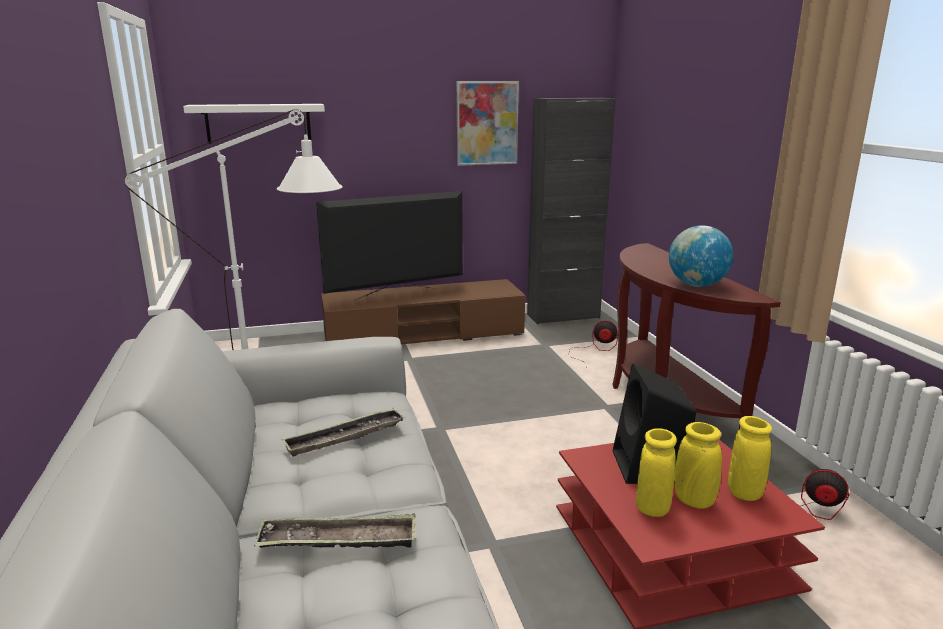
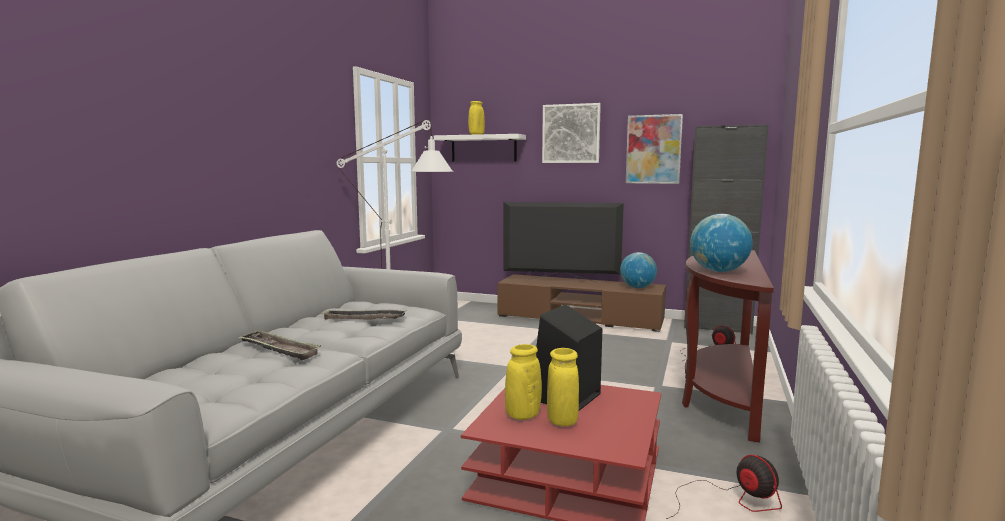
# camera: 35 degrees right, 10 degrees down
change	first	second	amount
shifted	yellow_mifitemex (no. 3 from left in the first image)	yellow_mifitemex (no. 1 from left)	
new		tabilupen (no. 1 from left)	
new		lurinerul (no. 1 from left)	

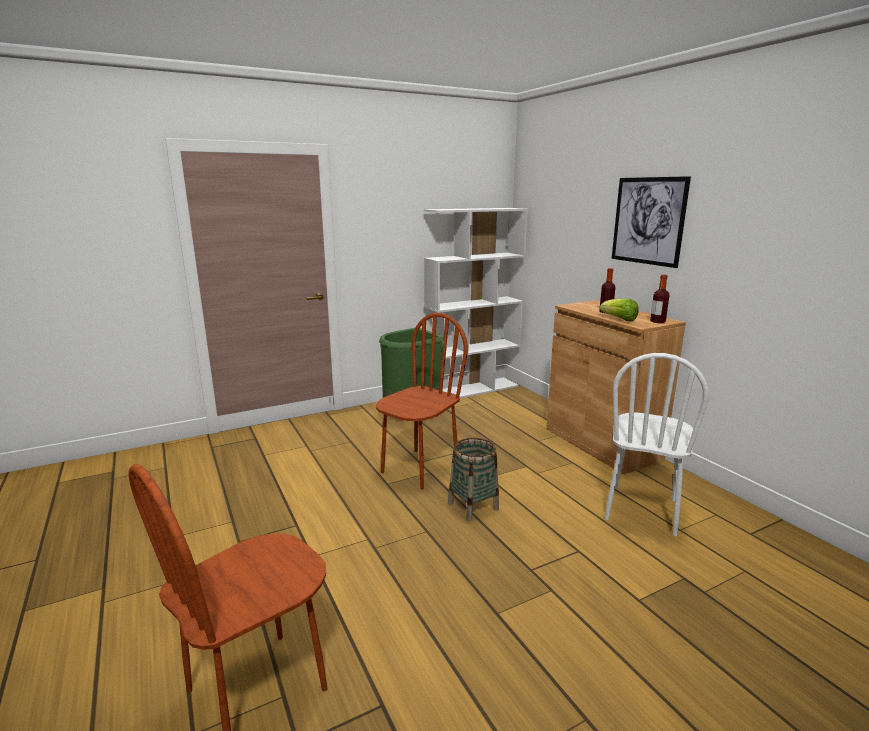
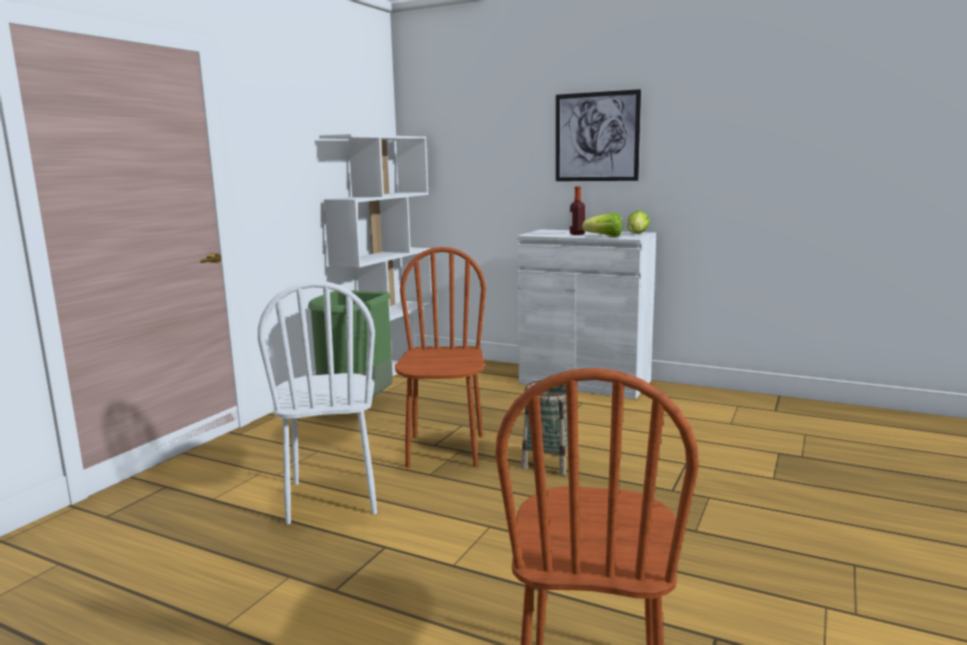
# camera: 35 degrees left, 5 degrees down
change	first	second	amount
repainted	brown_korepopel	white_korepopel	
shifted	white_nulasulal		
swapped	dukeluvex (no. 2 from left)	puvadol (no. 2 from left)	

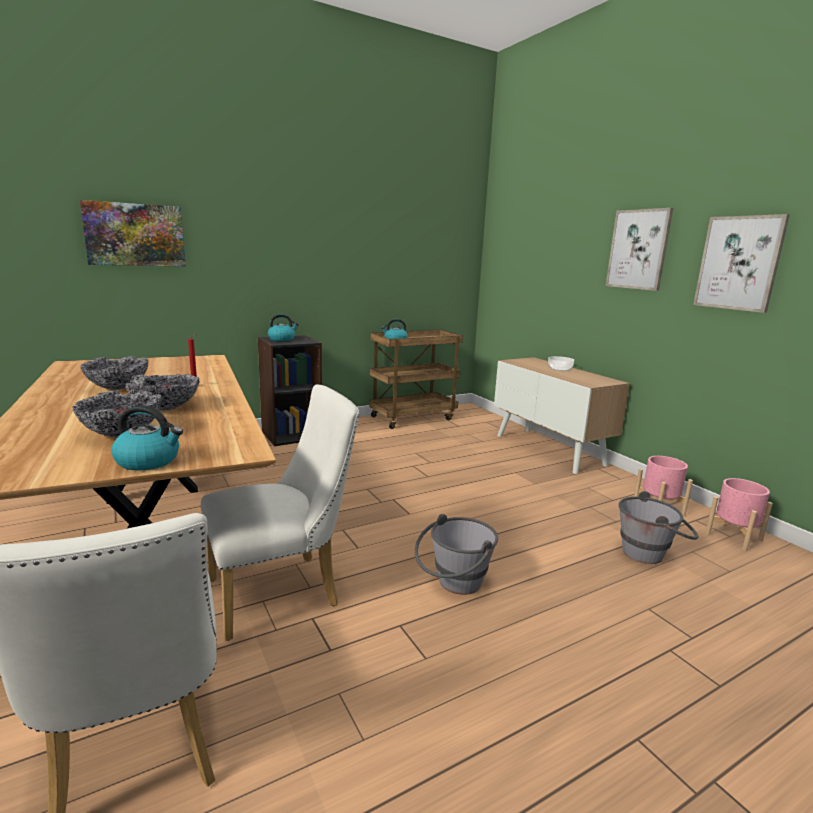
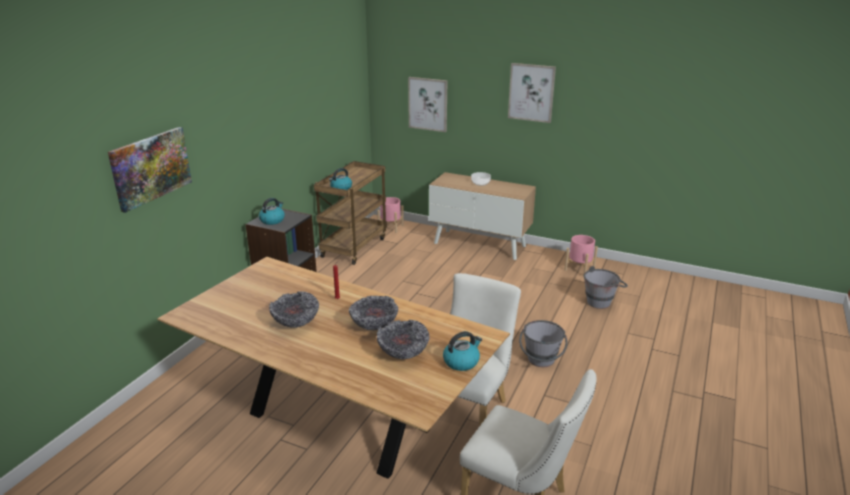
# camera: 35 degrees left, 10 degrees up
change	first	second	amount
shifted	tabilupen (no. 3 from left in the first image)	tabilupen (no. 2 from left)	
shifted	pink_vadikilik (no. 2 from left in the first image)	pink_vadikilik (no. 1 from left)	

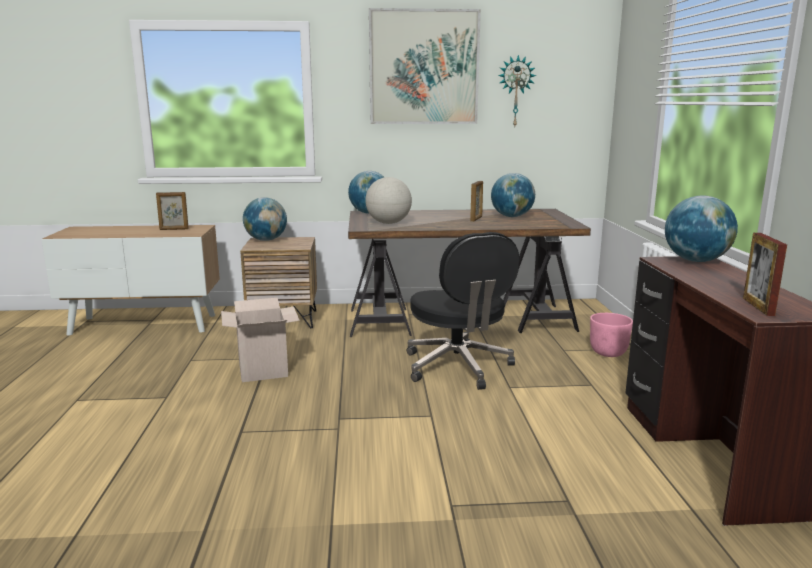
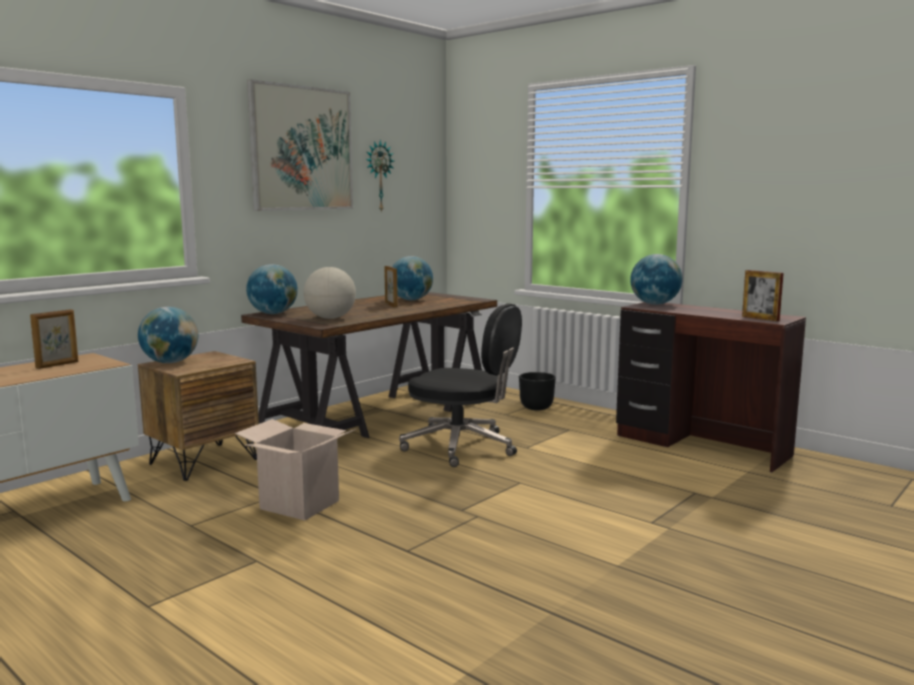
# camera: 45 degrees left, 5 degrees down
change	first	second	amount
repainted	pink_vadikilik	black_vadikilik	

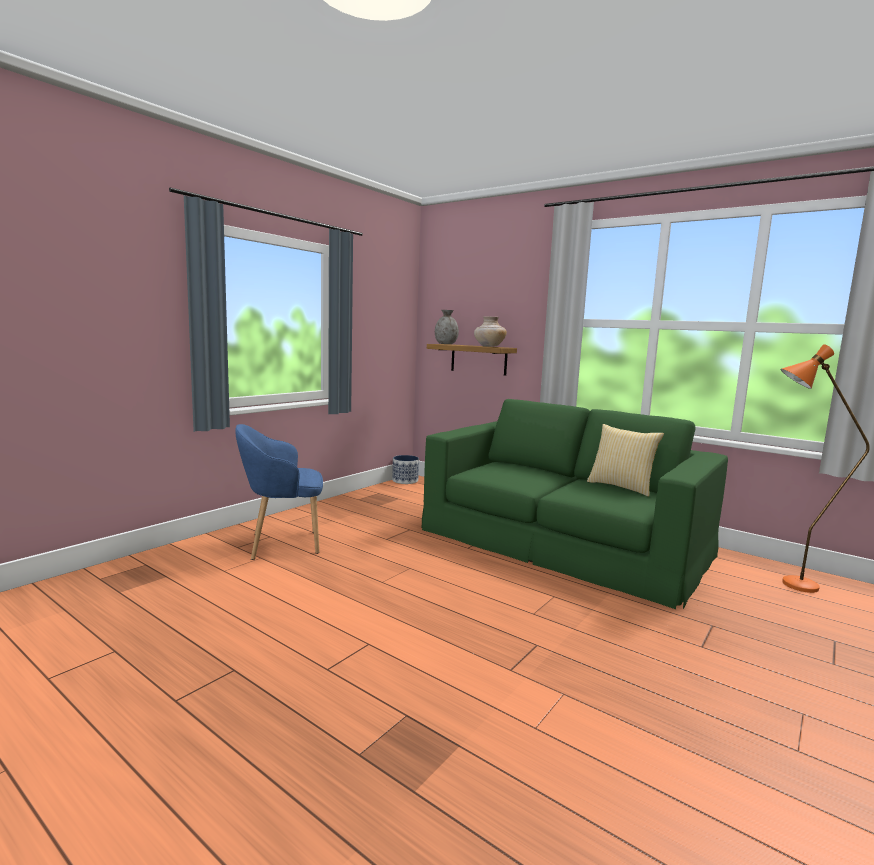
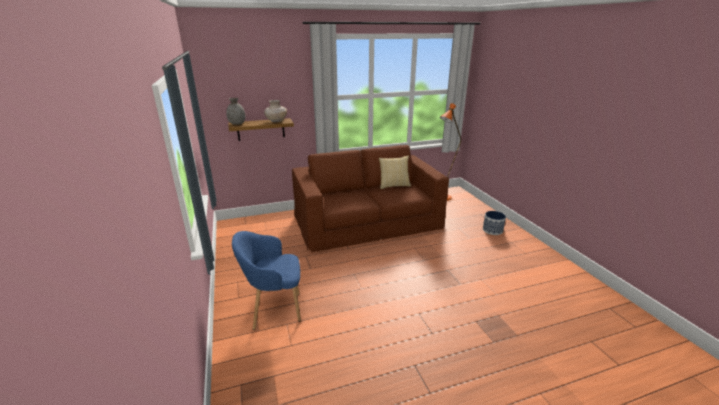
# camera: 55 degrees left, 15 degrees up
change	first	second	amount
rotated	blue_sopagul		60 degrees clockwise
shifted	vadikilik		
repainted	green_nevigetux	brown_nevigetux	

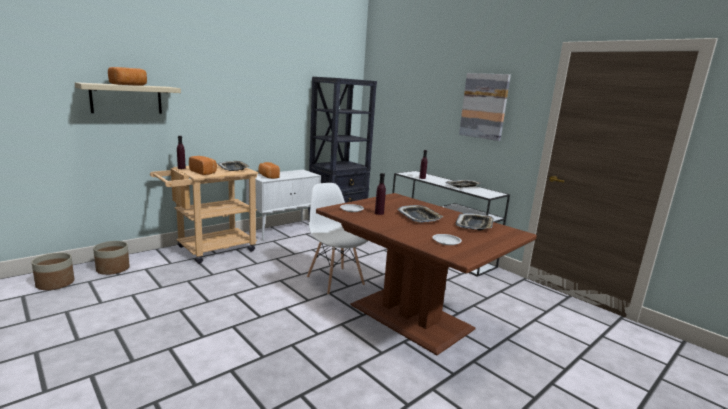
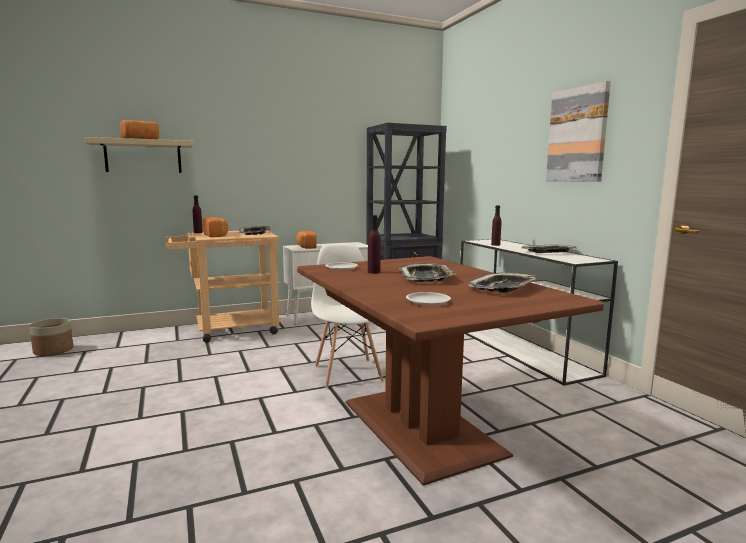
# camera: 20 degrees right, 5 degrees down
change	first	second	amount
gone	vadikilik (no. 2 from left)		

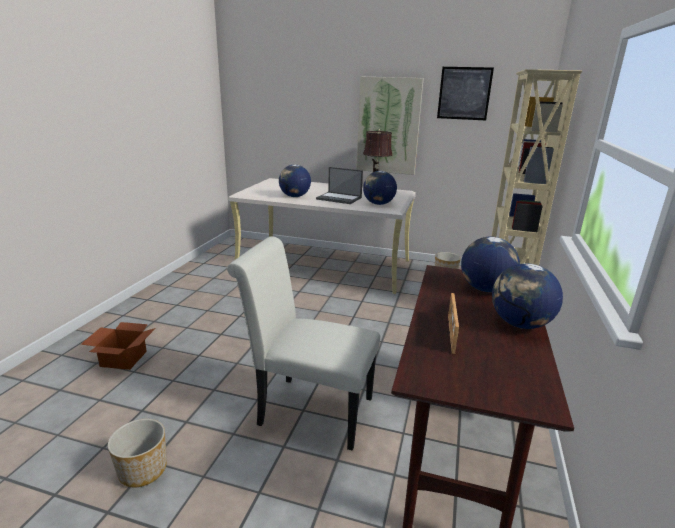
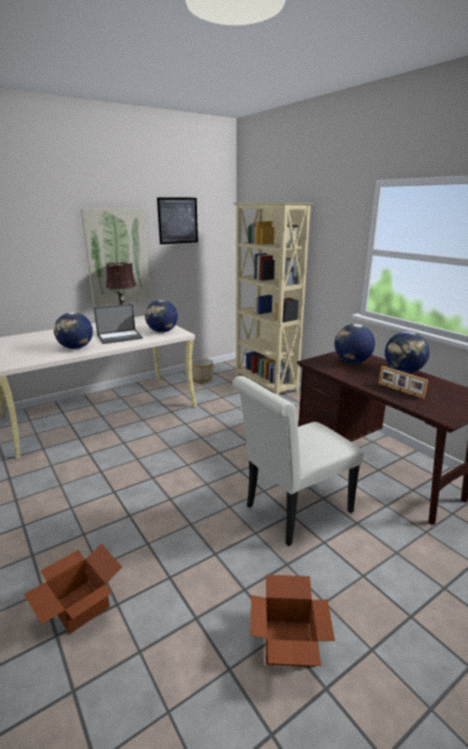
# camera: 50 degrees left, 0 degrees up
change	first	second	amount
swapped	vadikilik (no. 1 from left)	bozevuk (no. 2 from left)	

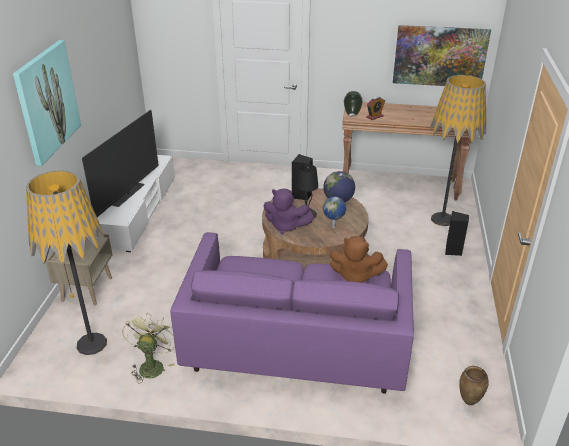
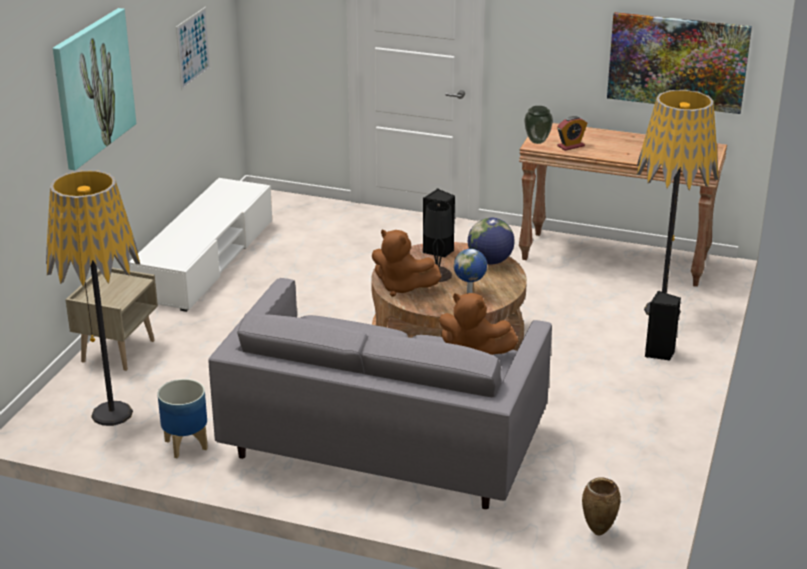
# camera: 10 degrees right, 5 degrees down
change	first	second	amount
gone	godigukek		
swapped	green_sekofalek	vadikilik	
repainted	purple_nevigetux	grey_nevigetux	
repainted	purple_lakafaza	brown_lakafaza (no. 1 from left)	
new		tabilupen (no. 2 from left)	

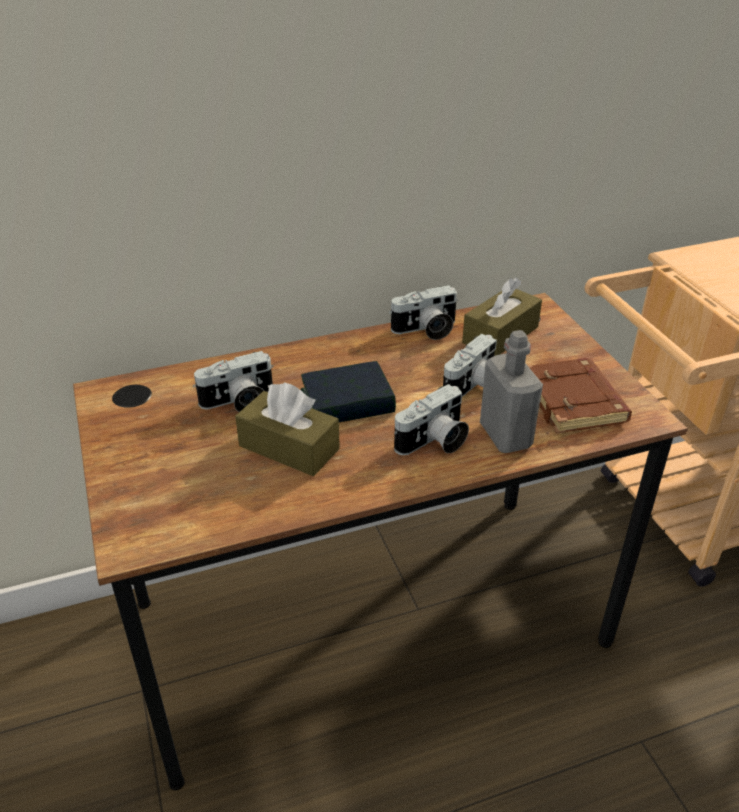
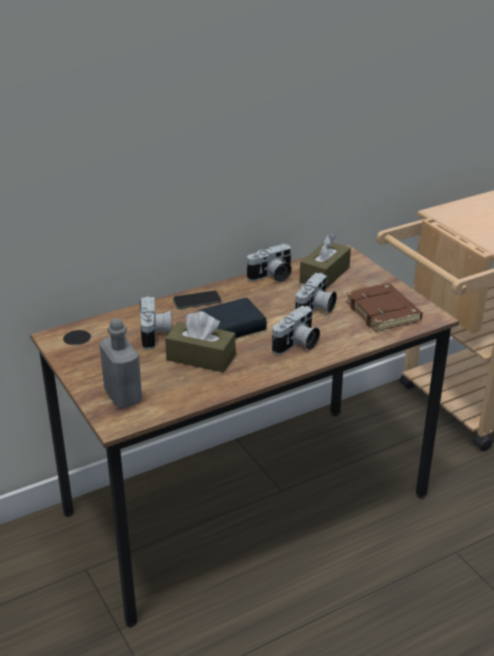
# camera: 10 degrees left, 5 degrees down
change	first	second	amount
rotated	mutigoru (no. 1 from left)		60 degrees counterclockwise
shifted	grey_dukeluvex		
new		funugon	

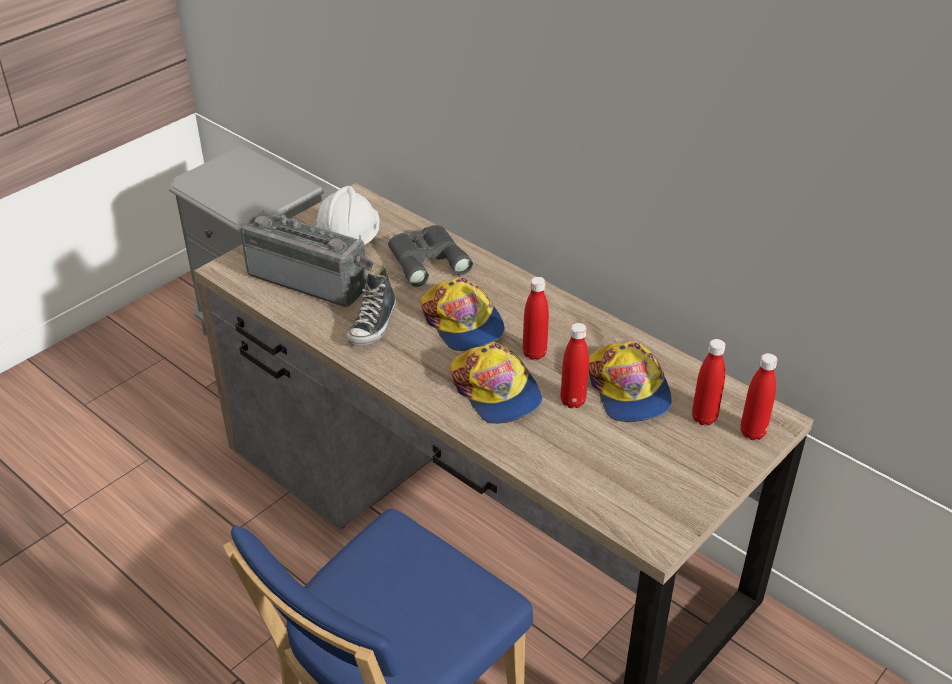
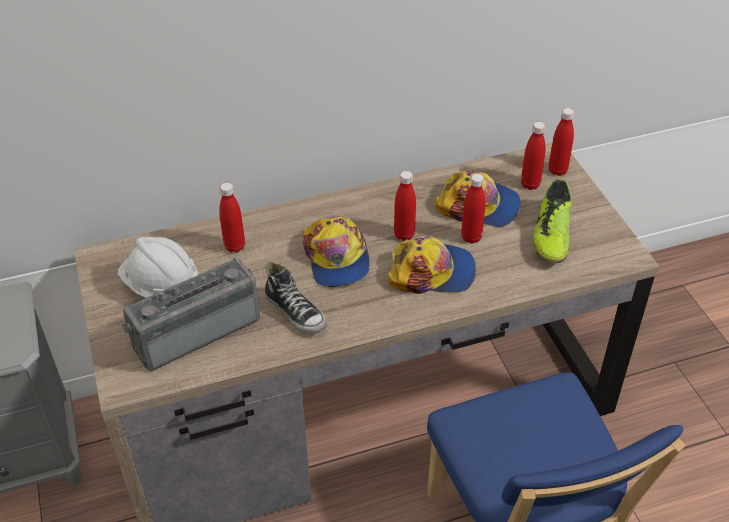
# camera: 60 degrees left, 5 degrees up
change	first	second	amount
swapped	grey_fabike	red_dukeluvex (no. 1 from left)	
rotated	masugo (no. 1 from left)		75 degrees clockwise
new		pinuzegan (no. 2 from left)	

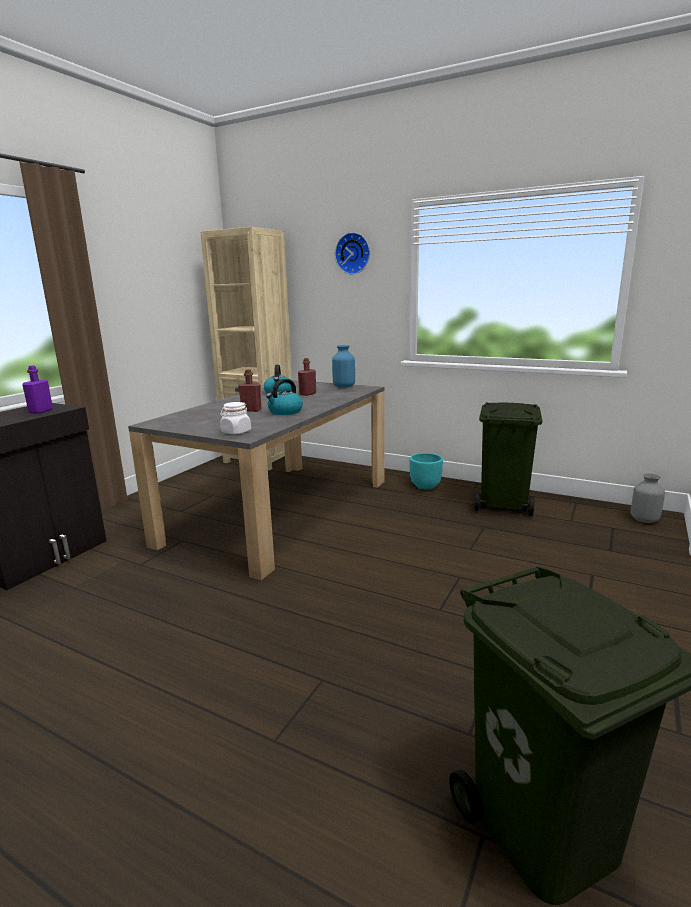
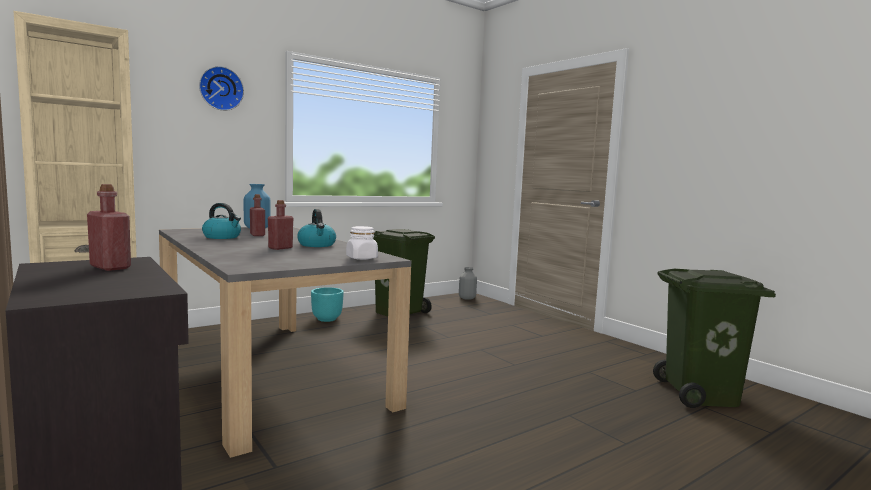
# camera: 65 degrees left, 10 degrees down
change	first	second	amount
repainted	purple_dukeluvex	red_dukeluvex (no. 1 from left)	

